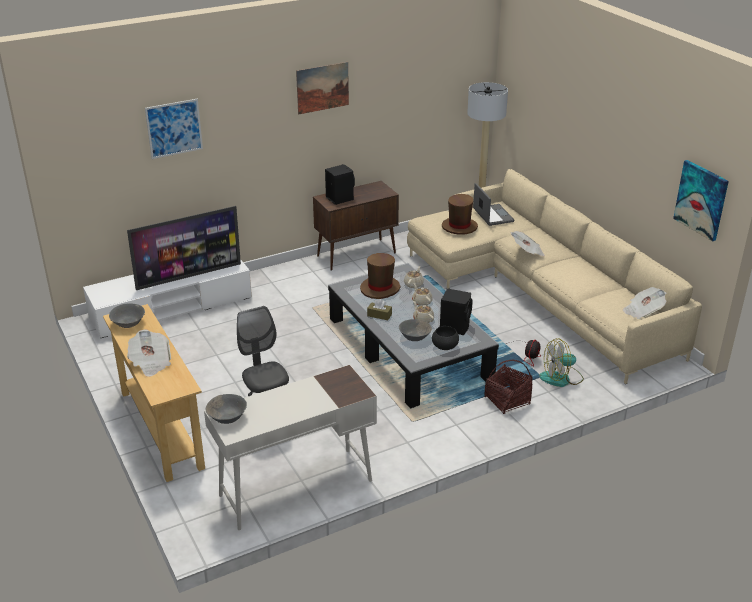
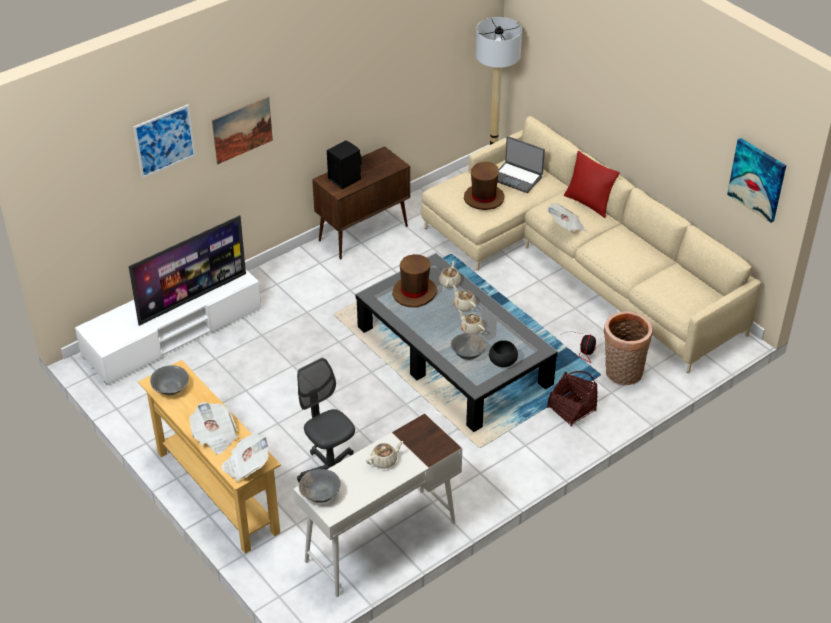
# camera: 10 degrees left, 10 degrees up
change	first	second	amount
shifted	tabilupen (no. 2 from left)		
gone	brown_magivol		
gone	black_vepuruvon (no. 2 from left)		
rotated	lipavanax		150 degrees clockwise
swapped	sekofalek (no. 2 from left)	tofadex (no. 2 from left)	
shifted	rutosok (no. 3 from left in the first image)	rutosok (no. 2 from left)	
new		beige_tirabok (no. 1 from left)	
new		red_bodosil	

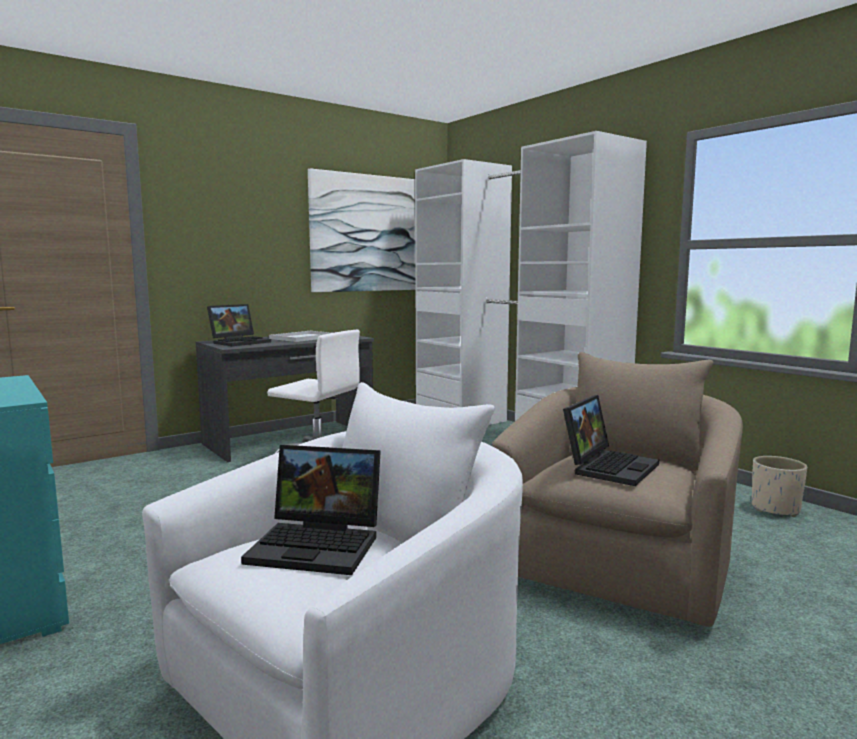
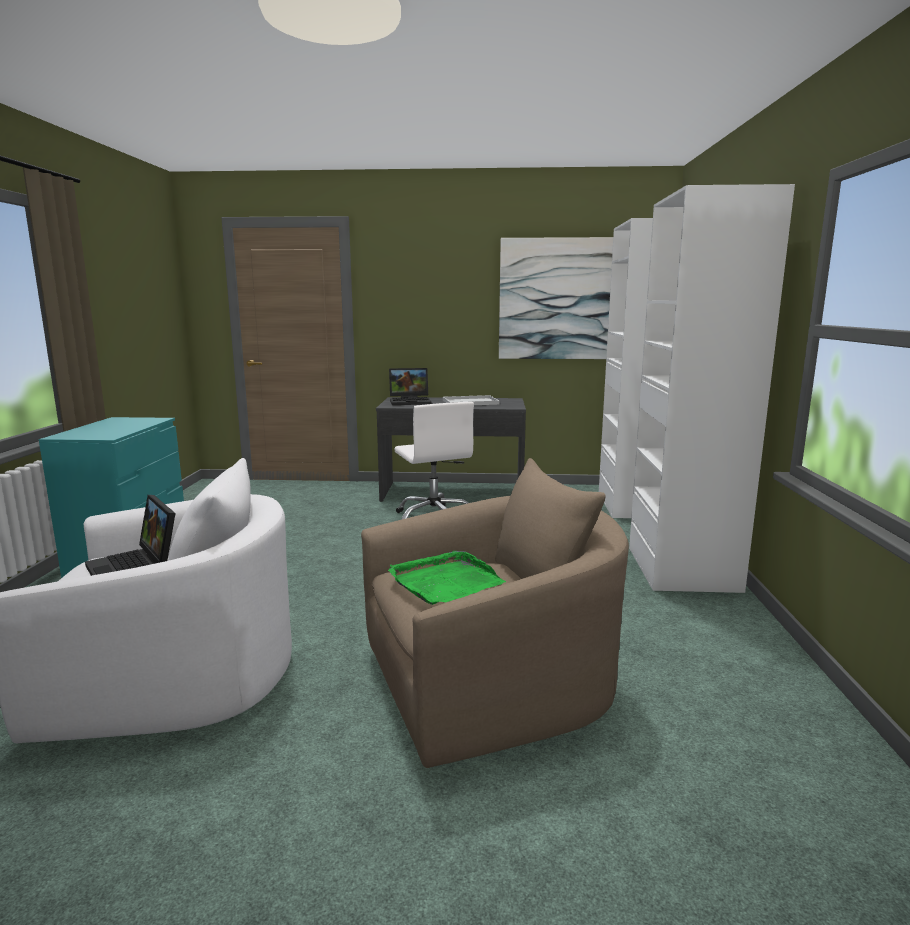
# camera: 40 degrees right, 5 degrees up
change	first	second	amount
swapped	lipavanax (no. 3 from left)	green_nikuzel	
gone	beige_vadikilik		

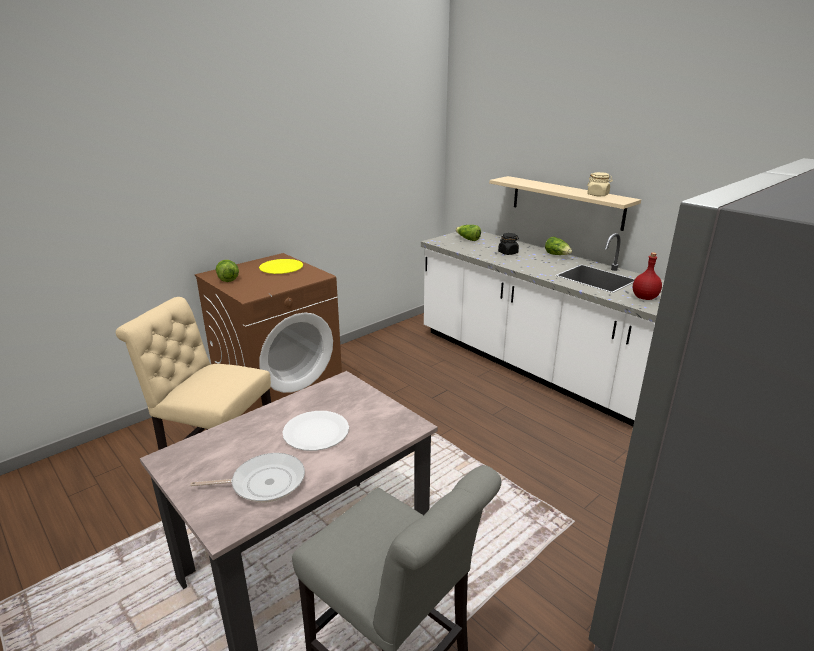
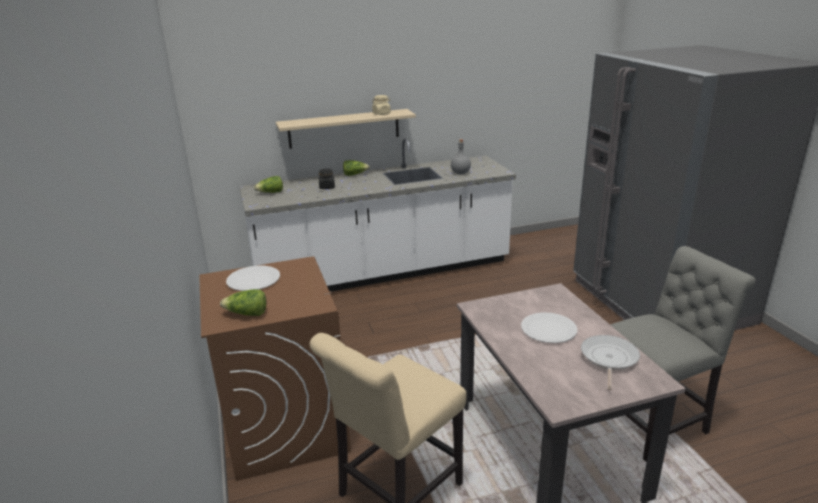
# camera: 65 degrees left, 0 degrees up
change	first	second	amount
repainted	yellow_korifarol	white_korifarol (no. 1 from left)	
repainted	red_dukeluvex	grey_dukeluvex	

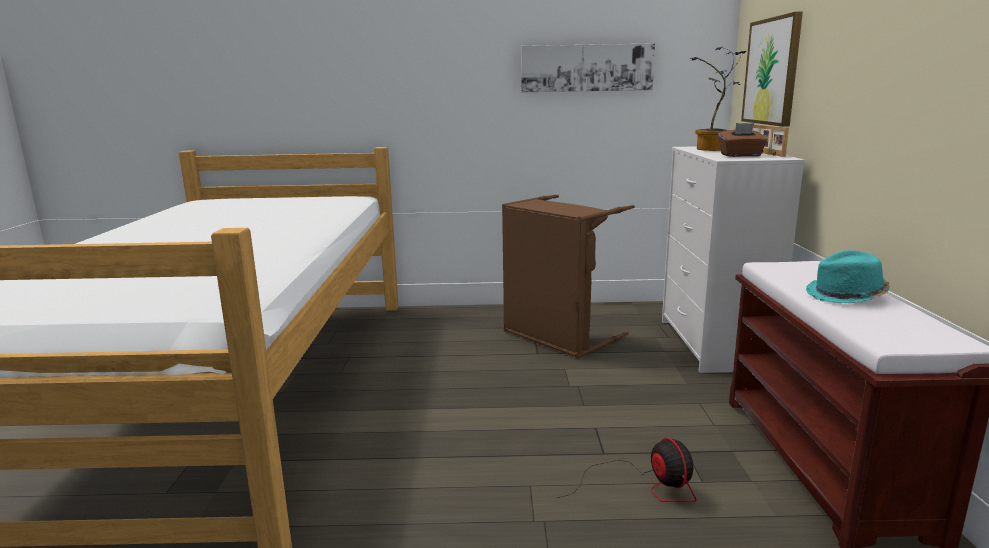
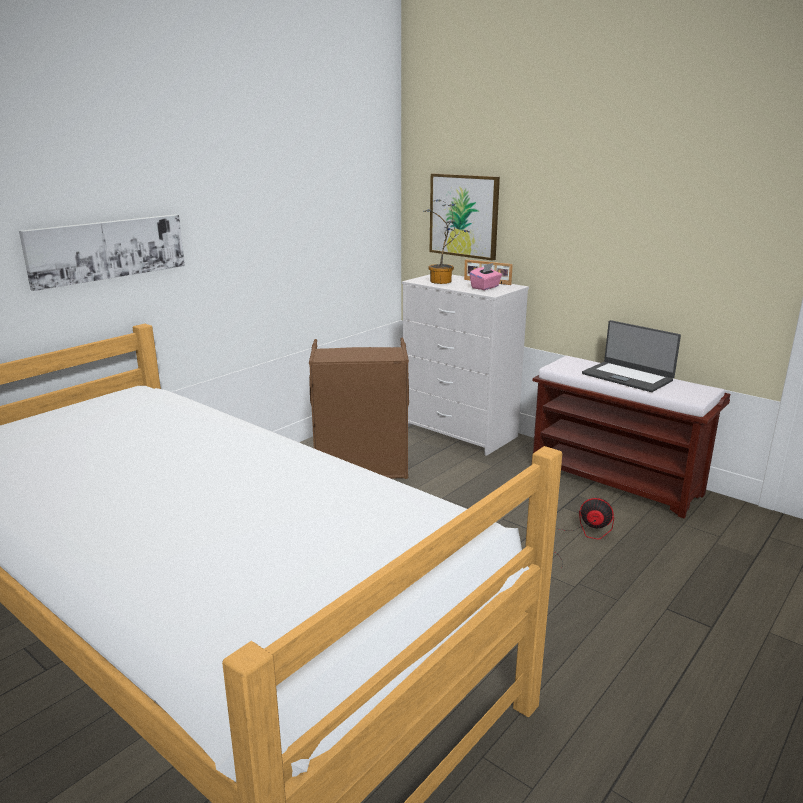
# camera: 50 degrees left, 5 degrees up
change	first	second	amount
shifted	tabilupen (no. 1 from left)		
repainted	brown_magivol	pink_magivol	
swapped	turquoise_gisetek	lipavanax	

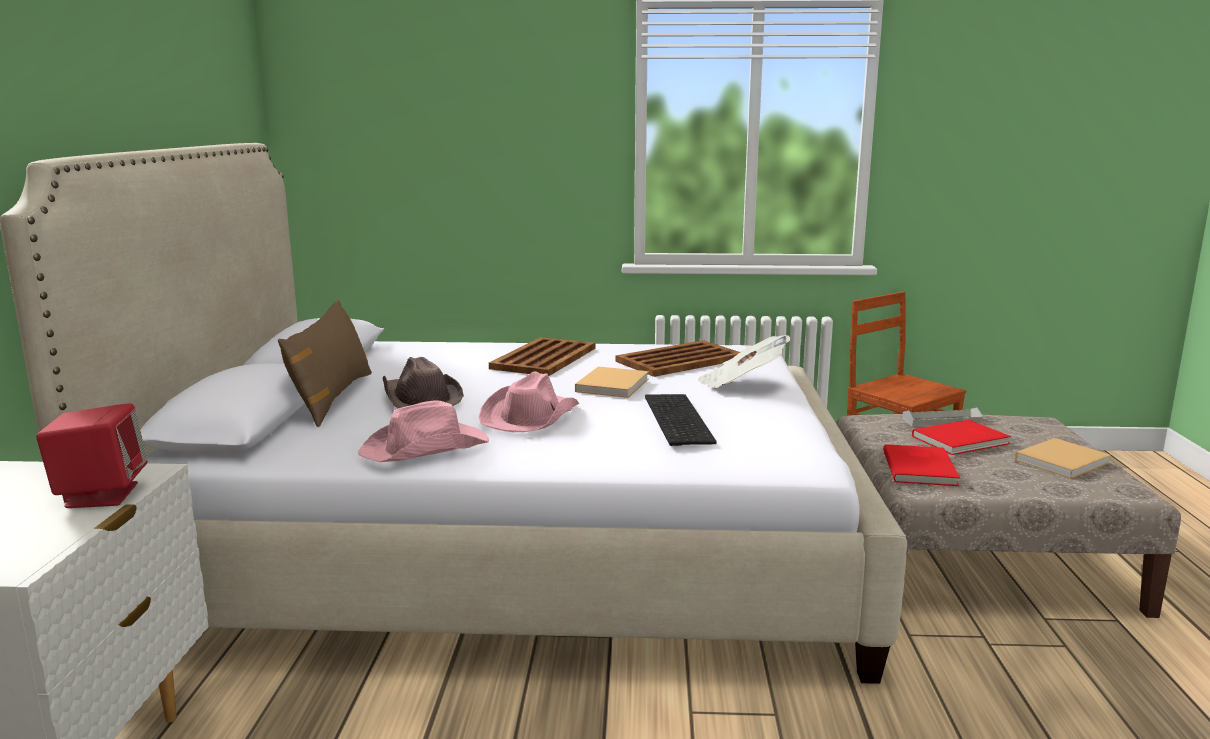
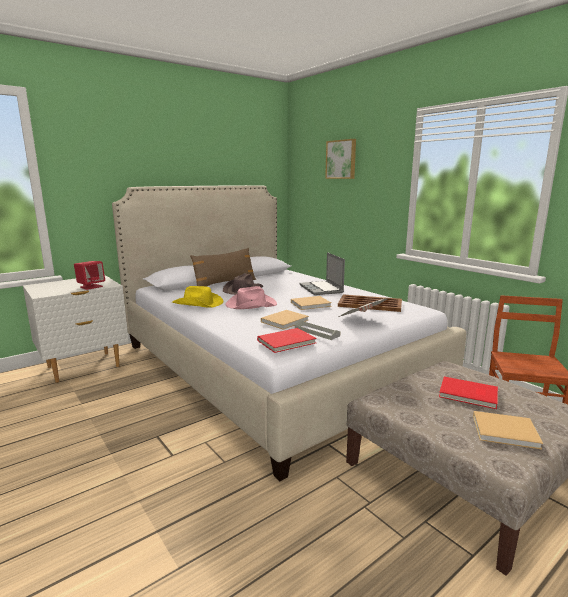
# camera: 50 degrees right, 0 degrees up
change	first	second	amount
repainted	pink_gisetek (no. 1 from left)	yellow_gisetek	
swapped	brown_nikuzel (no. 1 from left)	lipavanax	
swapped	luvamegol	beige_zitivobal (no. 1 from left)	
shifted	red_zitivobal (no. 1 from left)		
shifted	grey_nikuzel		
new		tabilupen	

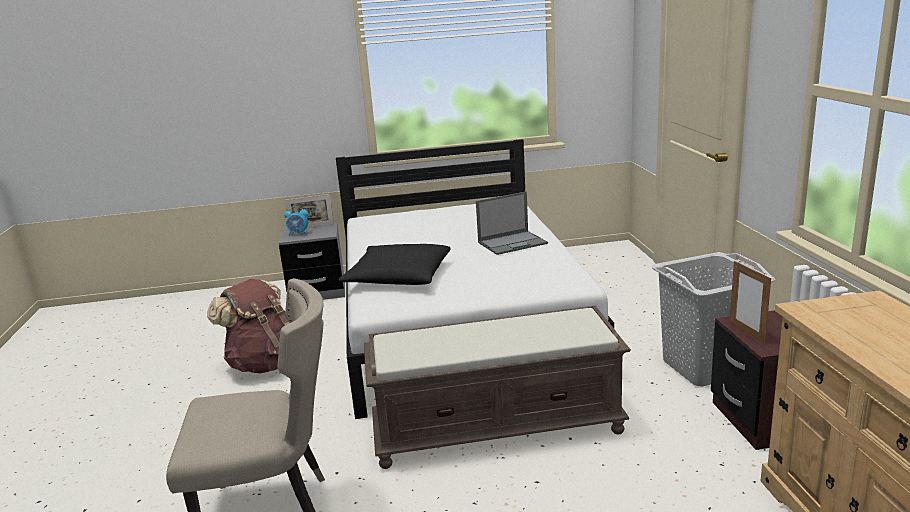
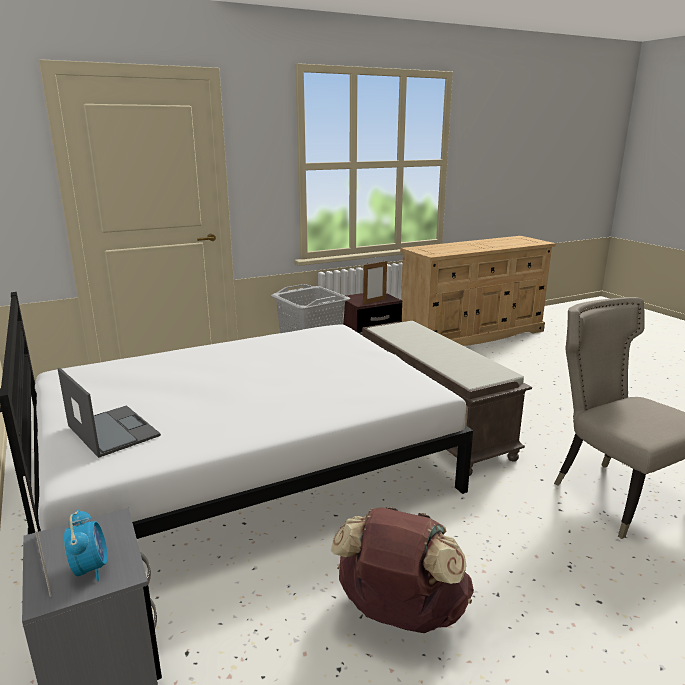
# camera: 110 degrees left, 0 degrees up
change	first	second	amount
gone	black_bodosil		
shifted	lipavanax		

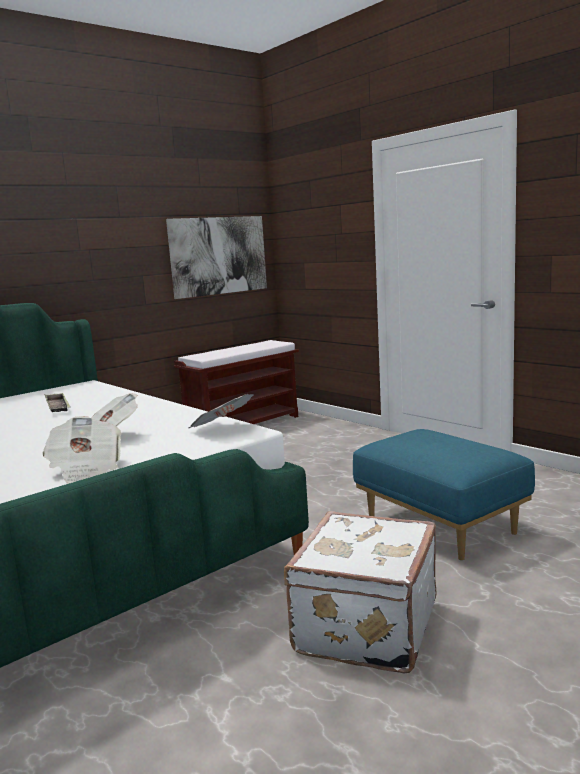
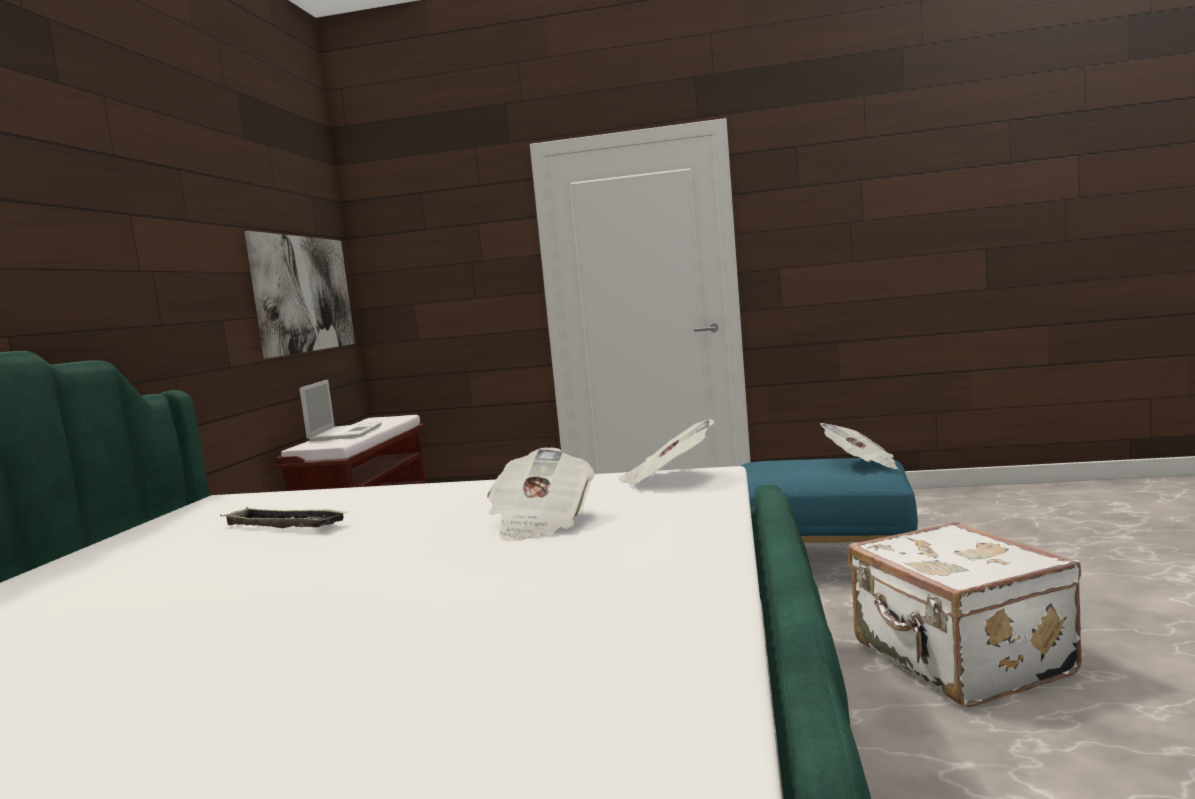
# camera: 40 degrees left, 5 degrees down
change	first	second	amount
shifted	rutosok (no. 1 from left in the first image)	rutosok (no. 3 from left)	
new		lipavanax	

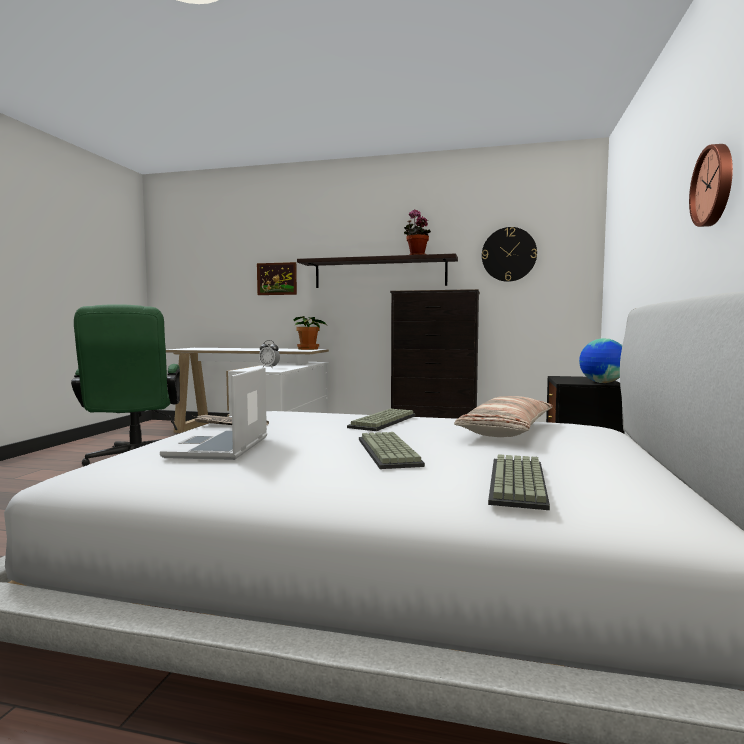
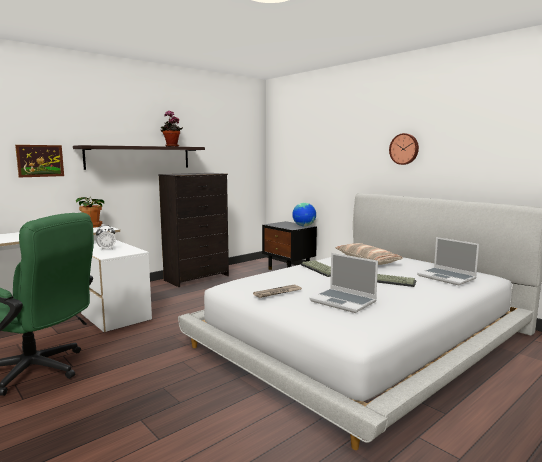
# camera: 55 degrees left, 5 degrees up
change	first	second	amount
gone	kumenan (no. 1 from left)		
swapped	luvamegol (no. 3 from left)	lipavanax (no. 2 from left)	

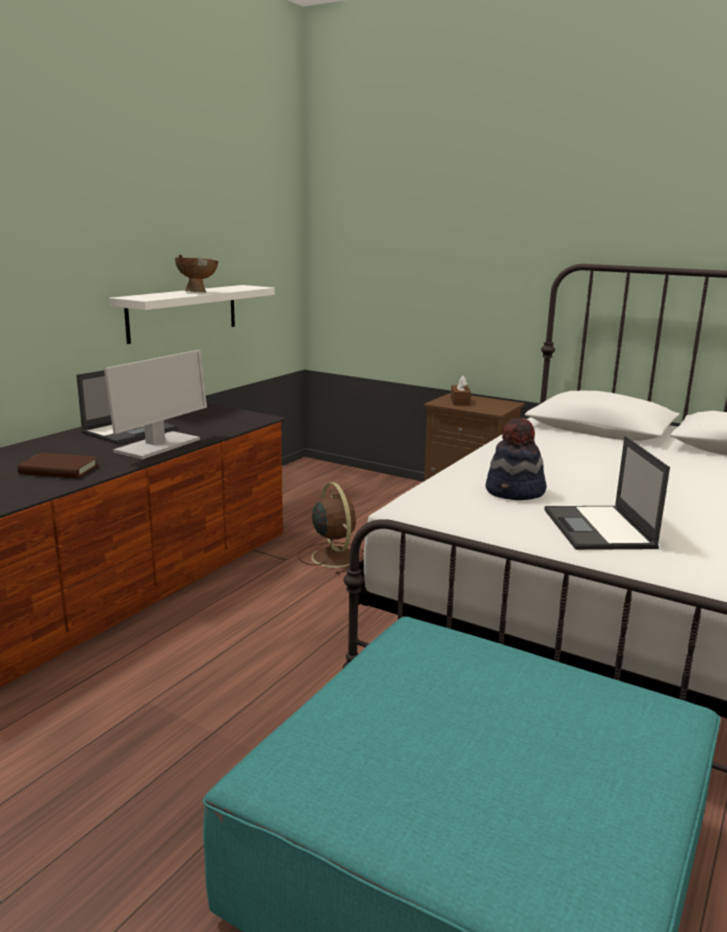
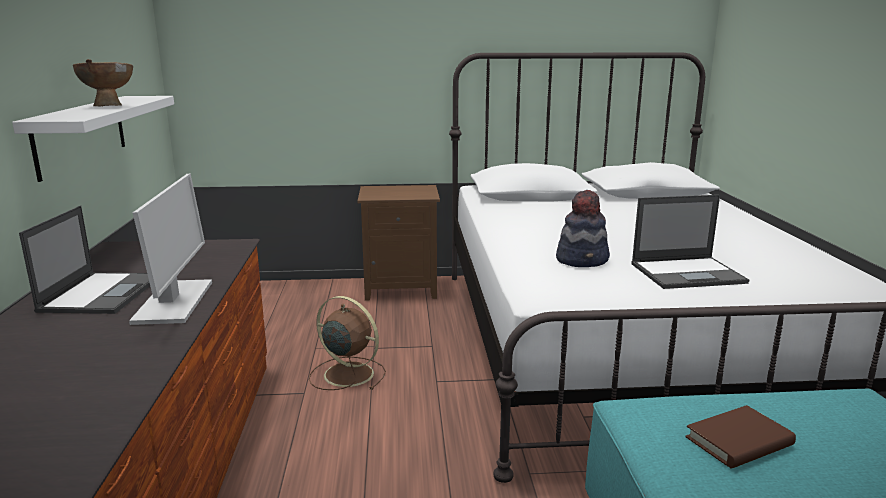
# camera: 35 degrees left, 0 degrees up
change	first	second	amount
shifted	brown_zitivobal		
gone	brown_magivol		
rotated	lipavanax (no. 2 from left)		60 degrees counterclockwise

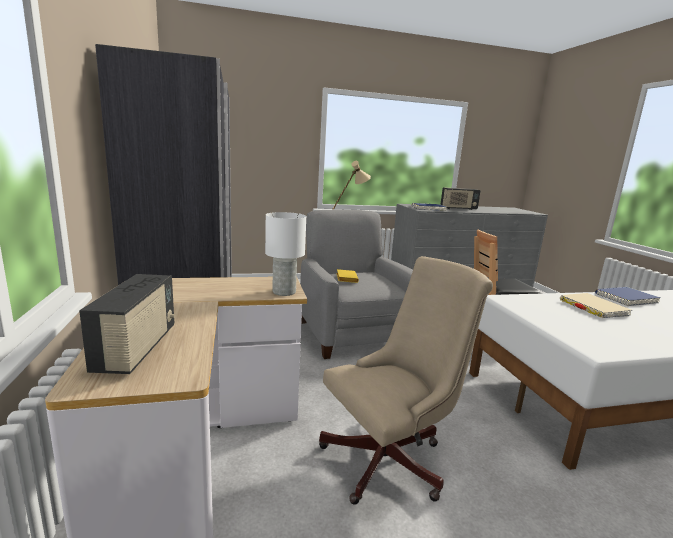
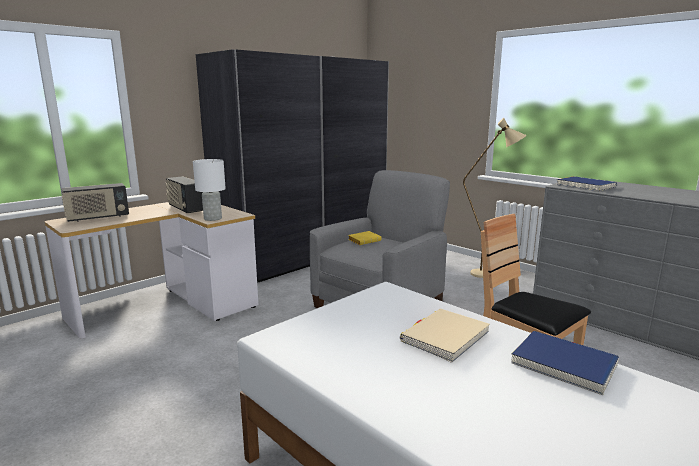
# camera: 60 degrees right, 0 degrees up
change	first	second	amount
gone	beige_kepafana		
shifted	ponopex (no. 2 from left)		

